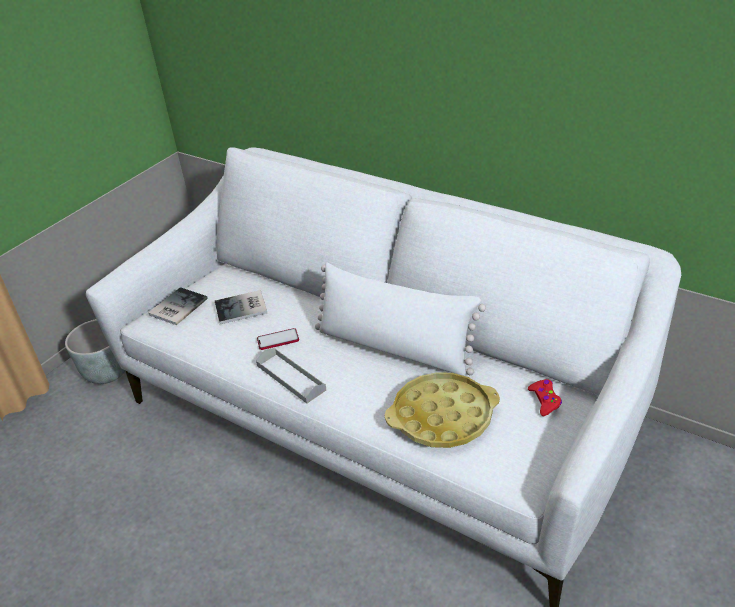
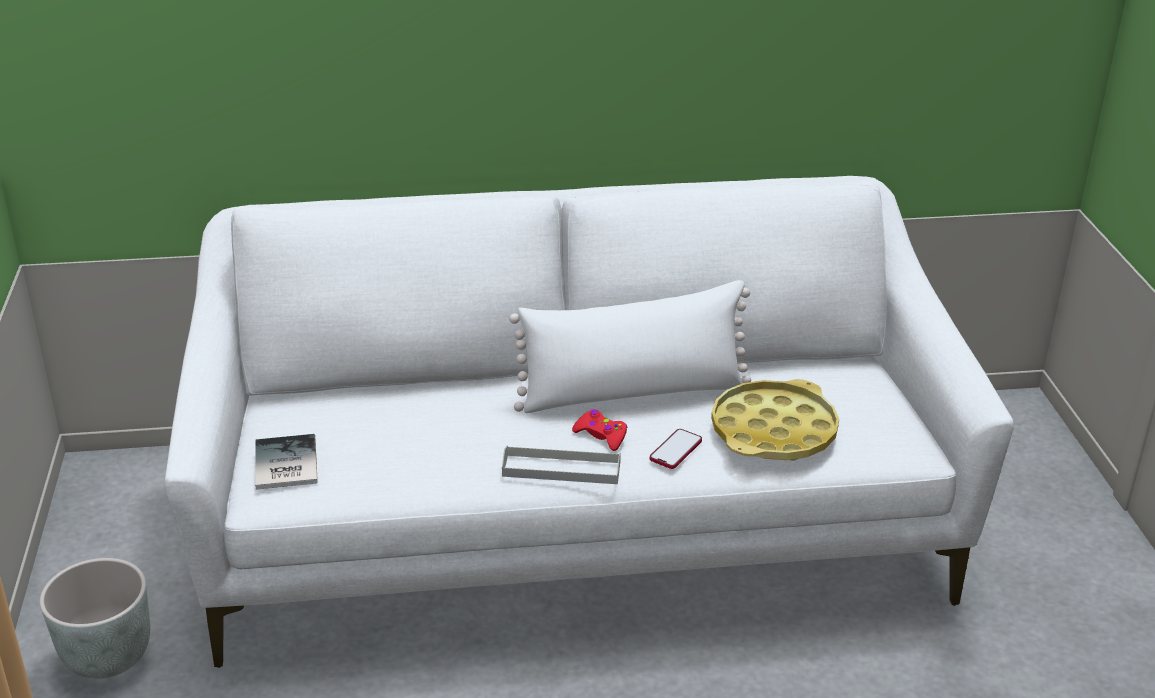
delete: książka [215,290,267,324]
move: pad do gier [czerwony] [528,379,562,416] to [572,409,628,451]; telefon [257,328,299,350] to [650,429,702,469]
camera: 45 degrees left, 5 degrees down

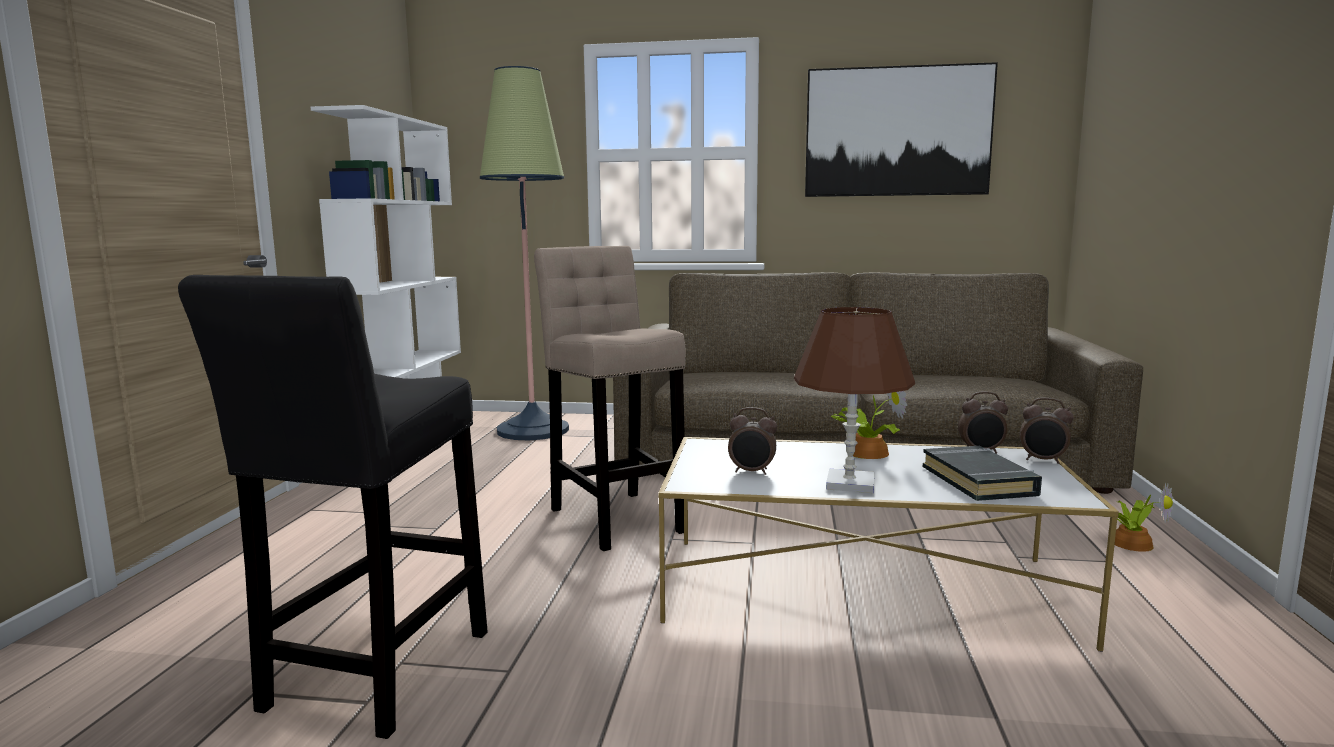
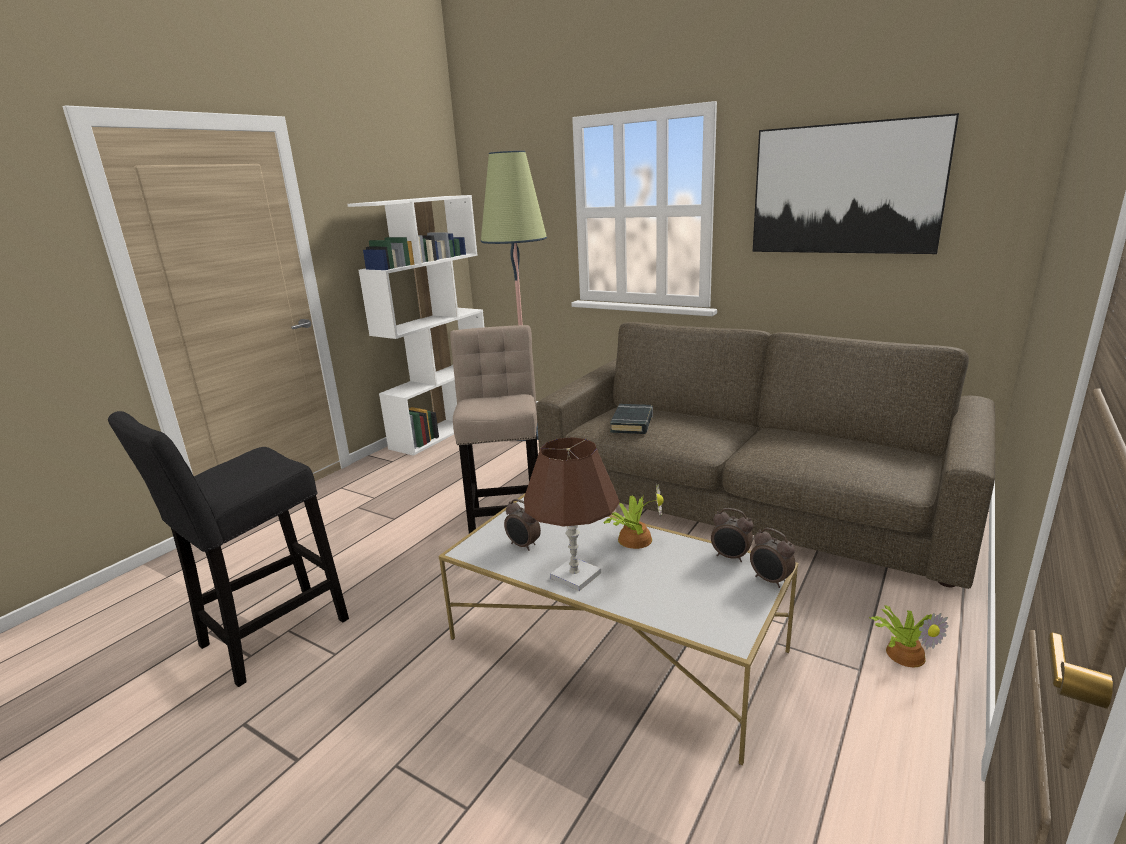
move: książka [czarny] [923,446,1042,501] to [610,404,653,434]
camera: 25 degrees right, 10 degrees up

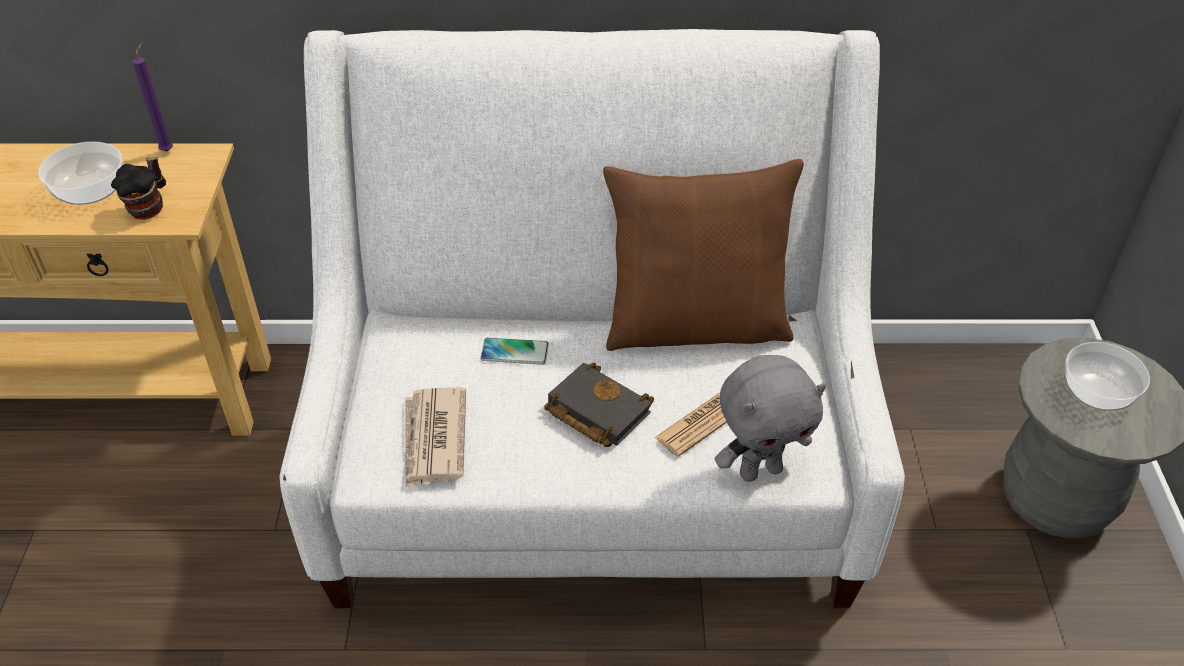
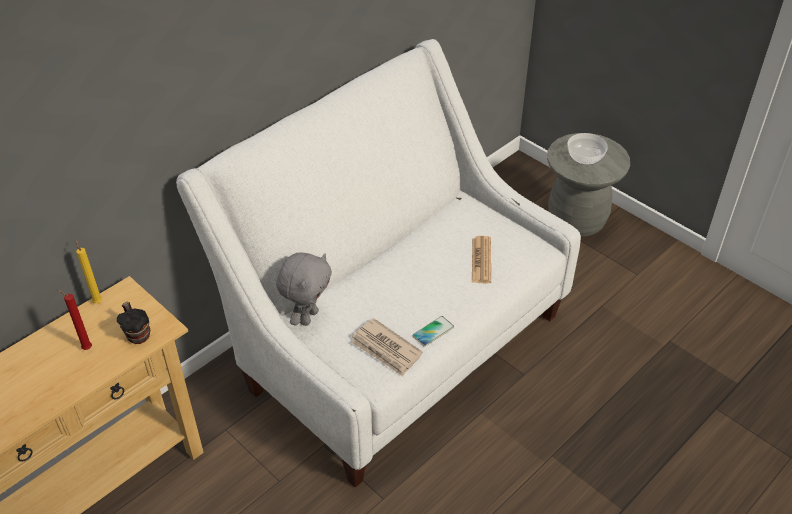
delete: książka [czarny] [544,363,654,447]; poduszka [brązowy] [603,159,804,351]
move: pluszak [szary] [715,355,826,482] to [276,252,332,326]; telefon [480,337,549,365] to [413,316,454,347]
replace: miska [38,141,123,205] to świeca [czerwony] [57,289,92,350]
recolor: świeca [fioletowy] [132,43,173,151] to świeca [żółty] [75,239,102,304]
camera: 45 degrees left, 0 degrees up

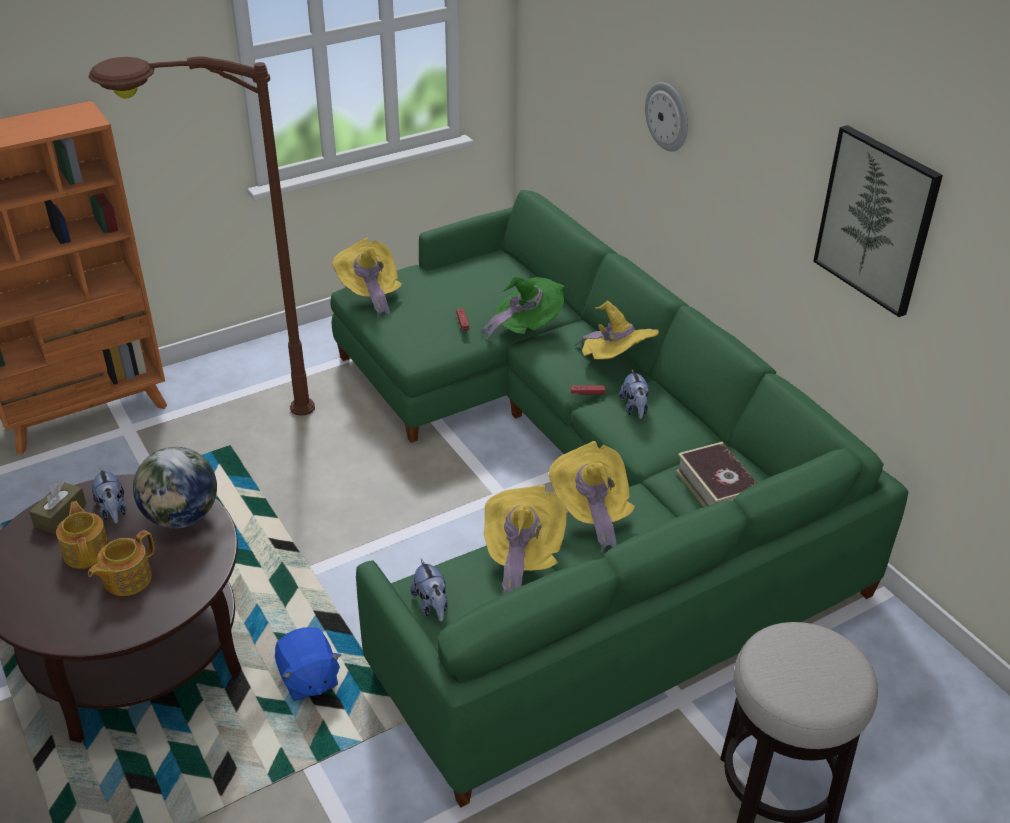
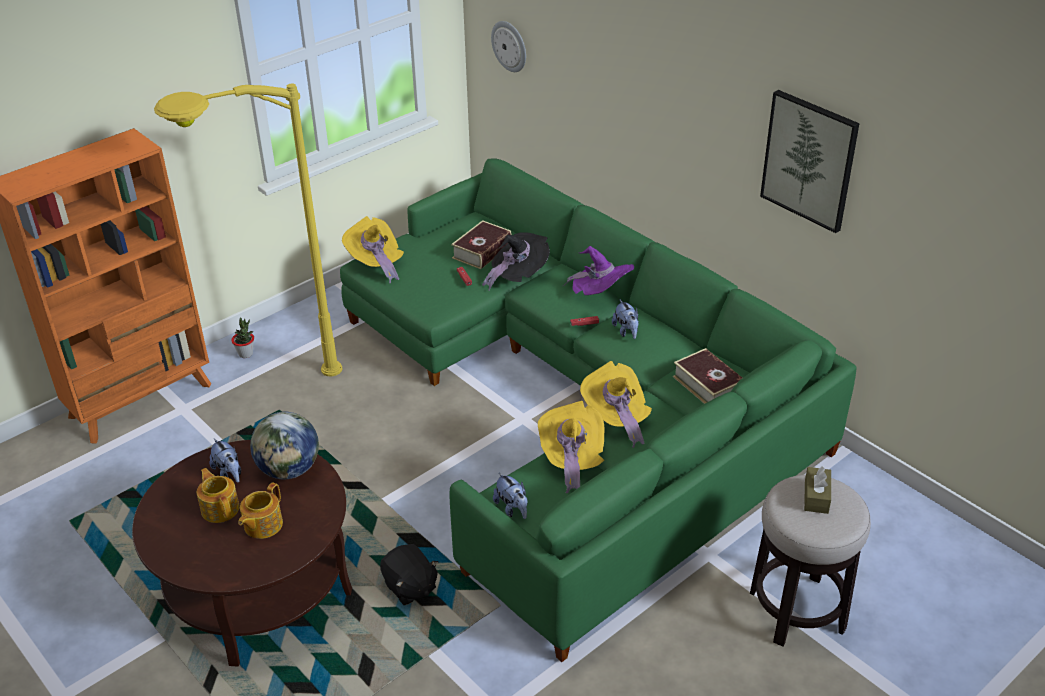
insert: roślina doniczkowa [231,317,254,358]; książka [451,220,512,269]
move: zegar ścienny [645,82,688,152] to [491,21,526,72]; pudełko chusteczek [brązowy] [29,481,86,534] to [804,466,831,514]
recolor: lampa stojąca [brązowy] [88,56,315,416] to lampa stojąca [żółty] [154,83,343,376]; pluszak [niebieski] [275,627,341,701] to pluszak [czarny] [380,544,438,605]; kapelusz [zielony] [482,276,564,340] to kapelusz [czarny] [482,233,550,290]; kapelusz [żółty] [574,301,659,360] to kapelusz [fioletowy] [563,246,634,295]
camera: 10 degrees left, 0 degrees up

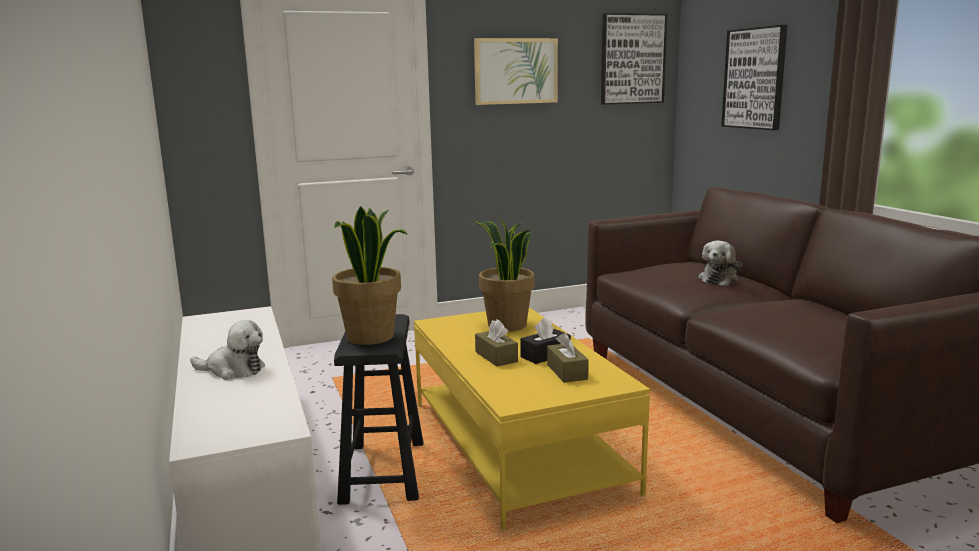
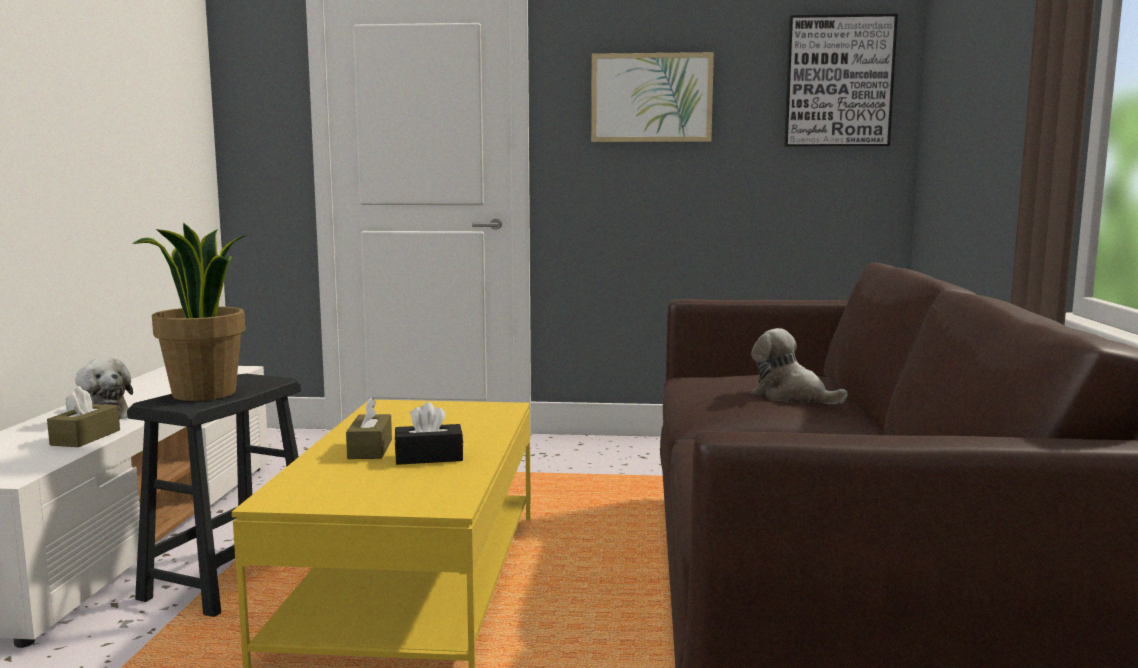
delete: roślina doniczkowa [470,217,535,332]; obraz [721,25,787,130]
move: pudełko chusteczek [brązowy] [547,333,589,383] to [47,386,120,447]
rotate: pluszak [699,240,742,286] = [751,328,848,404] 75 degrees clockwise
camera: 25 degrees right, 5 degrees down

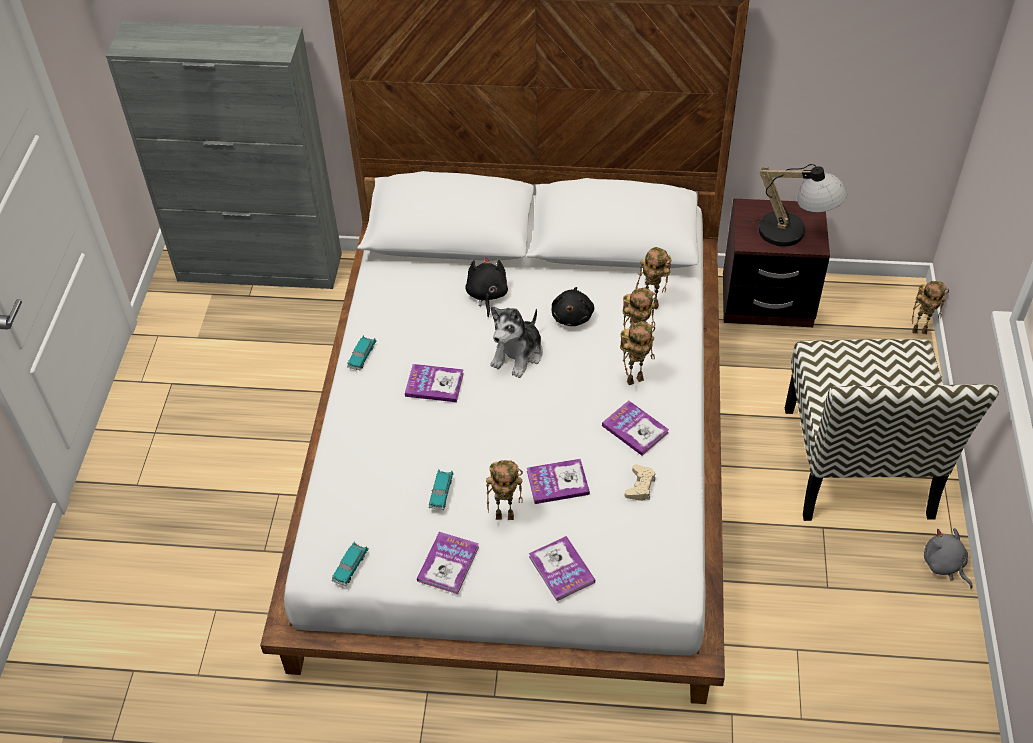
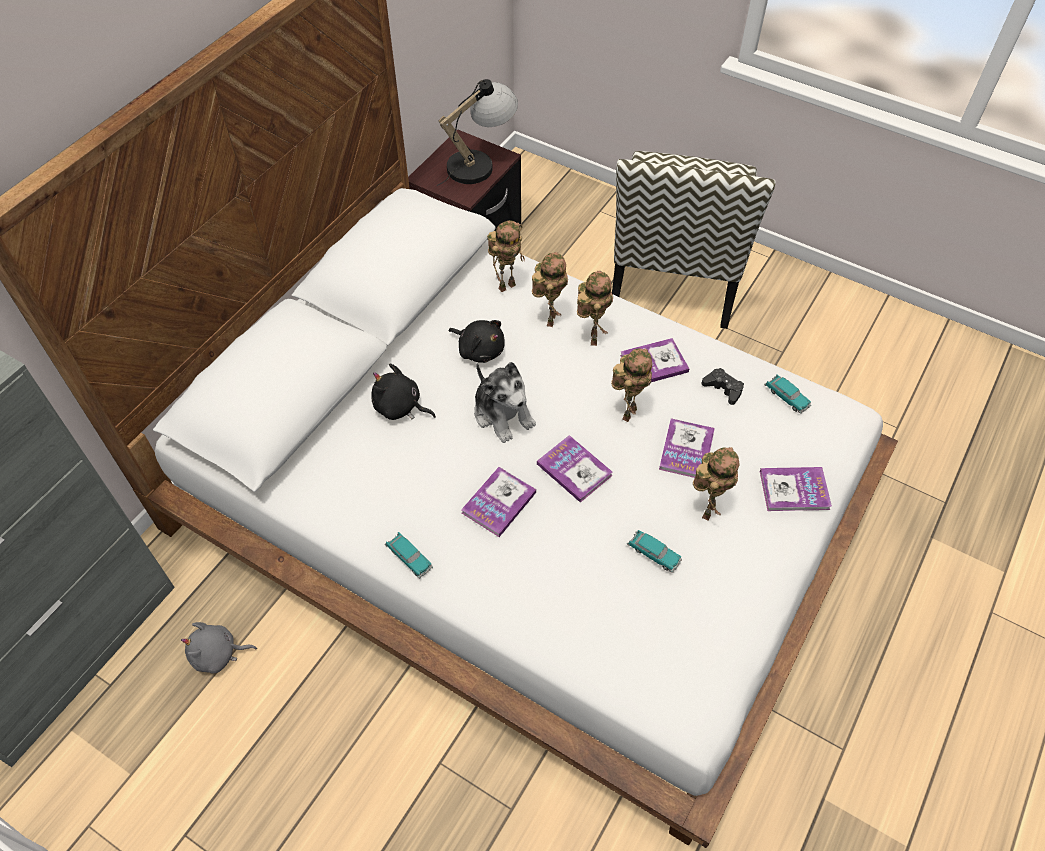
move: pluszak [szary] [924,528,972,589] to [181,622,257,673]; książka [417,532,479,594] to [537,435,613,503]; robot zabawkowy [912,281,949,334] to [611,348,652,422]; samochodzik [332,542,369,586] to [764,374,811,414]
recolor: pad do gier [beżowy] [625,464,655,501] to pad do gier [czarny] [701,368,744,405]
rotate: krzesło [785,339,999,521] = [612,151,776,329] 75 degrees clockwise
camera: 65 degrees left, 5 degrees up

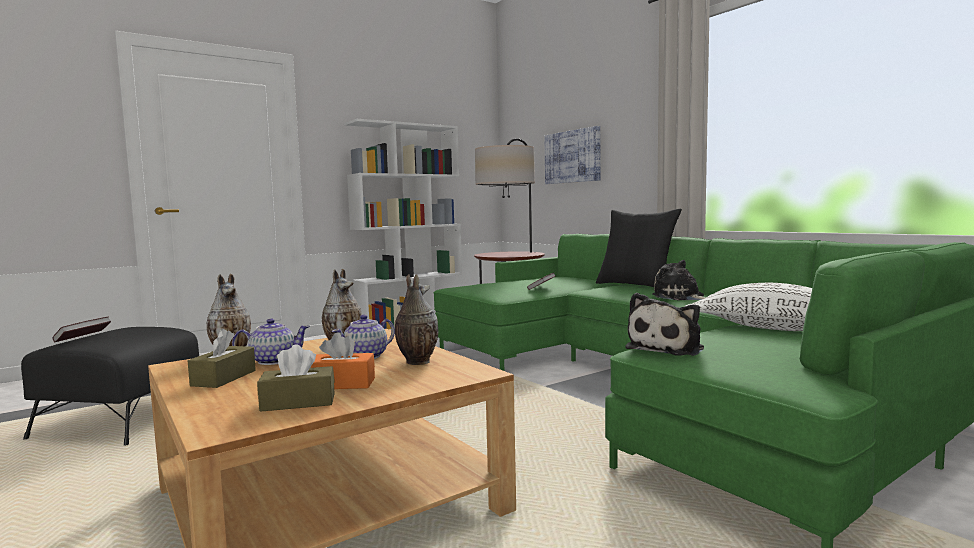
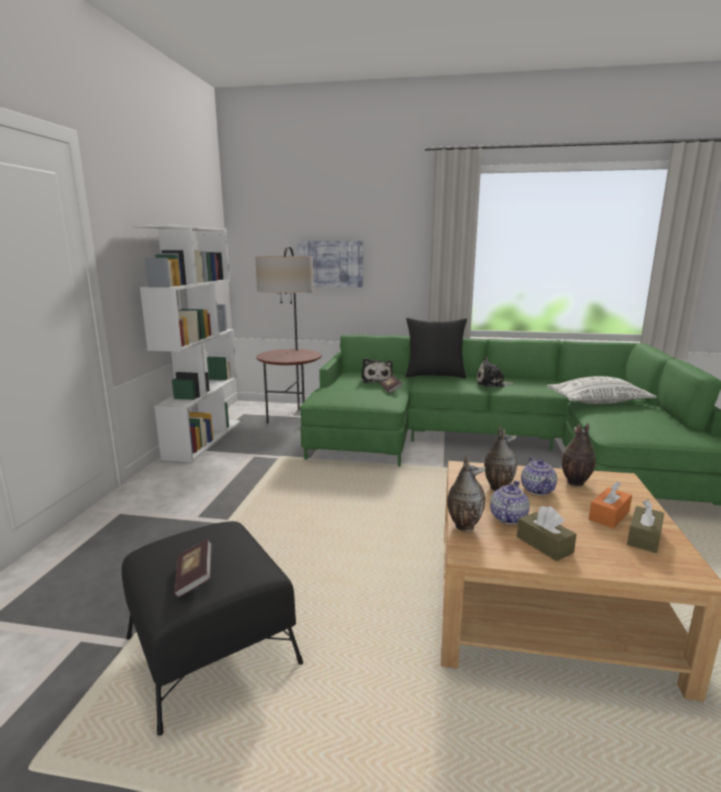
move: pluszak [625,293,704,356] to [361,358,393,383]
camera: 45 degrees left, 10 degrees up

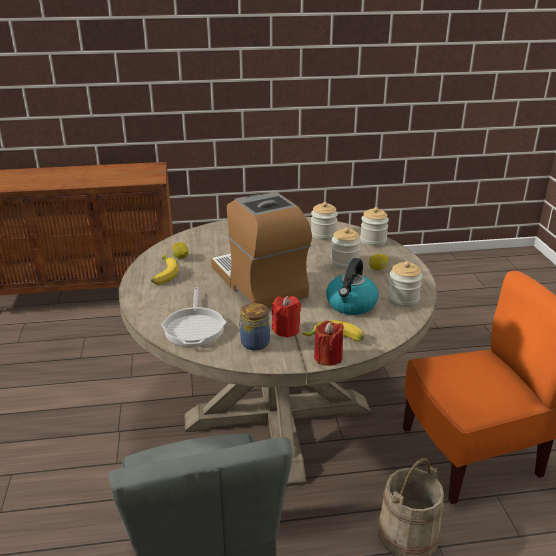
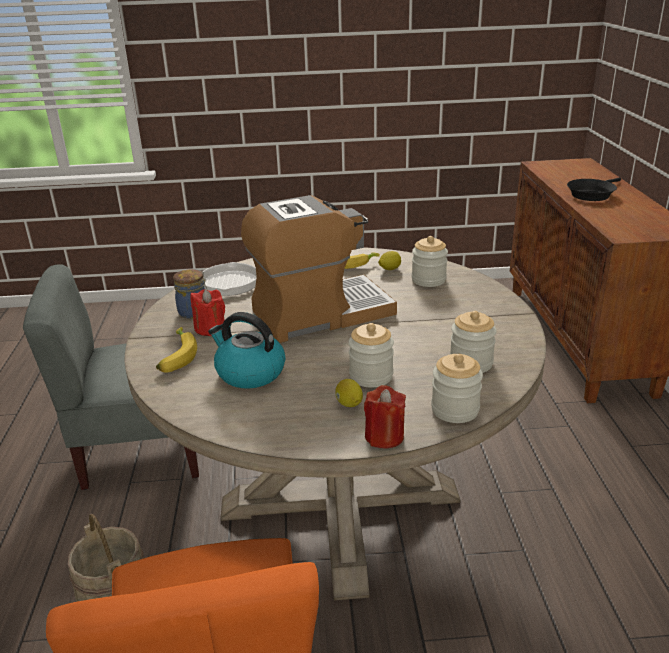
insert: patelnia [czarny] [567,178,621,201]
move: świeca [czerwony] [314,321,344,366] to [364,385,406,449]; słoik [388,261,423,307] to [412,236,448,287]
camera: 95 degrees right, 0 degrees up

